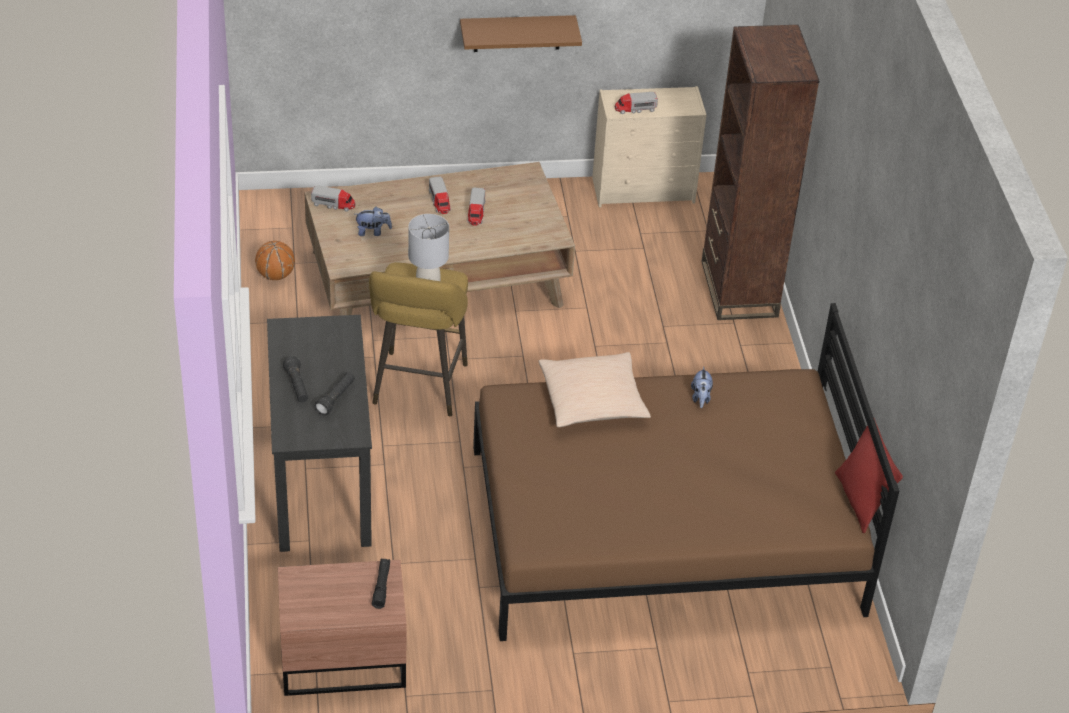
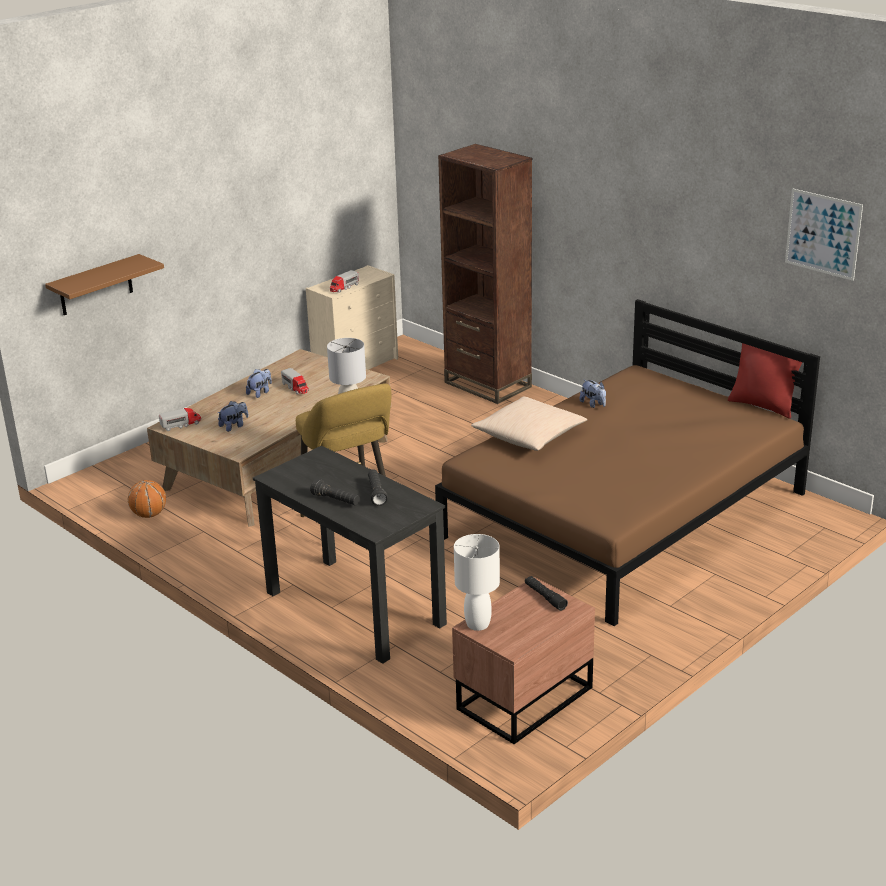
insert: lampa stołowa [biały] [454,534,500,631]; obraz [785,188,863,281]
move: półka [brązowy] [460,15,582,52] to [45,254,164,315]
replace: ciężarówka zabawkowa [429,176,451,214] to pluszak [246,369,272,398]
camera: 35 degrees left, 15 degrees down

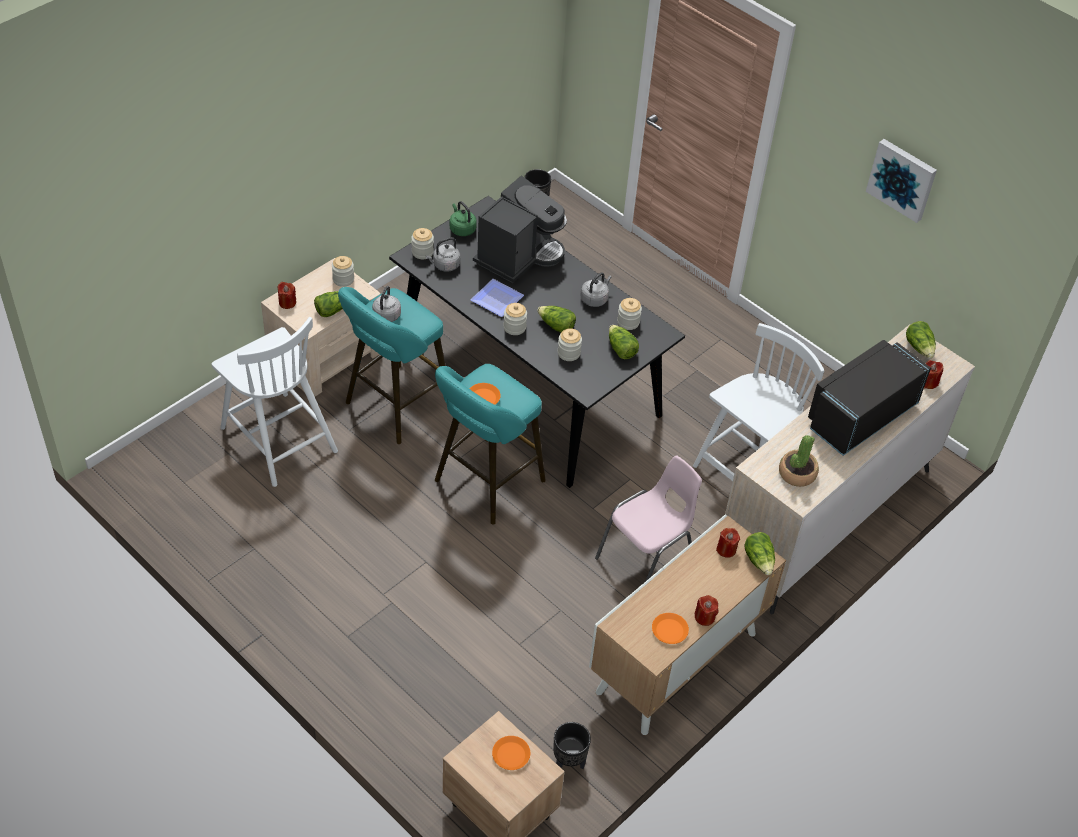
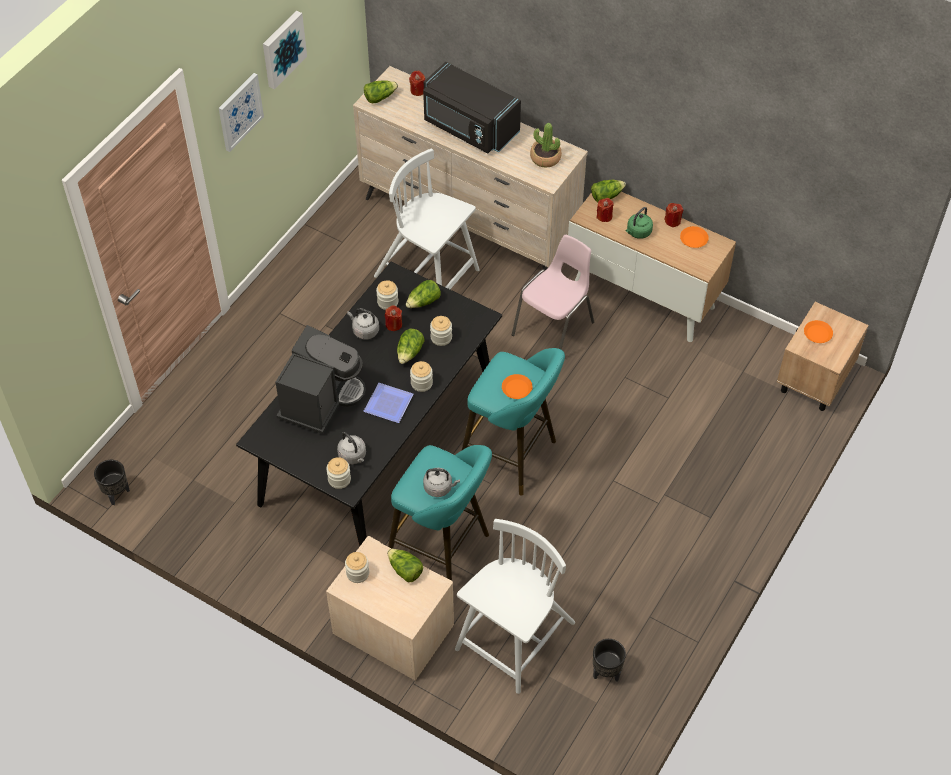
insert: obraz [219,73,264,152]
move: świeca [czerwony] [278,282,296,309] to [385,305,402,331]; donica [czarny] [553,722,591,769] to [593,639,626,681]; czajnik [zielony] [450,201,477,236] to [626,207,653,239]
rotate: ekspres do kawy [473,176,567,283] = [275,325,366,434] 90 degrees clockwise; krzesło [różowy] [595,456,702,582] = [512,235,594,350] 90 degrees clockwise
camera: 100 degrees left, 5 degrees up

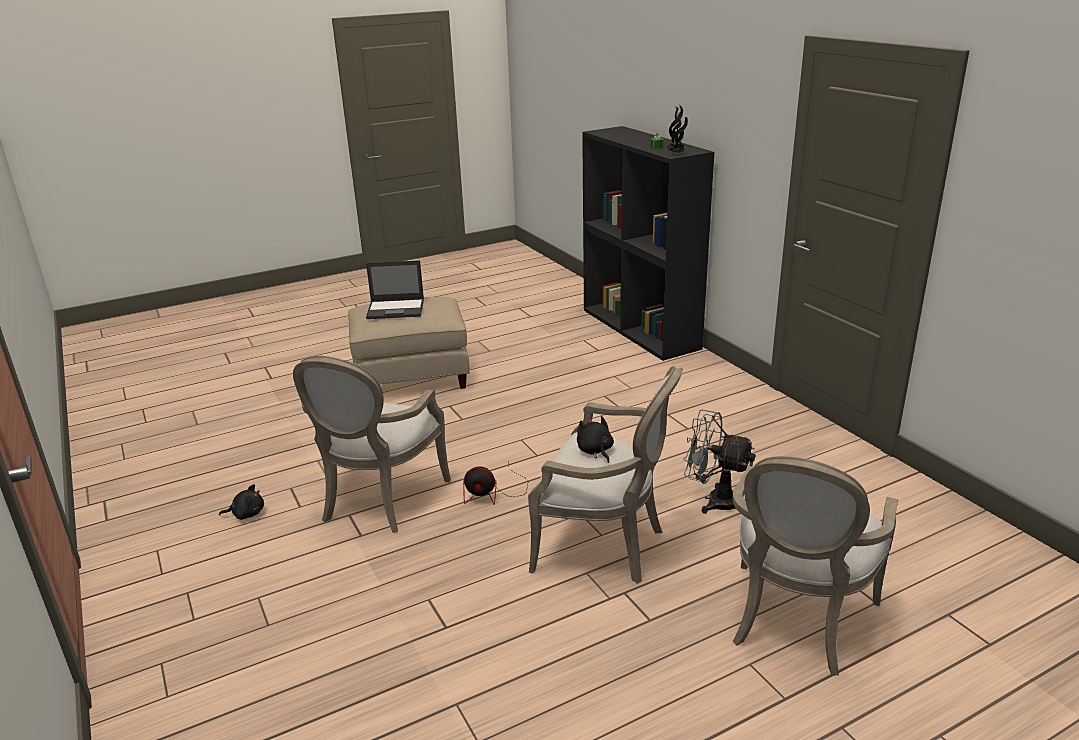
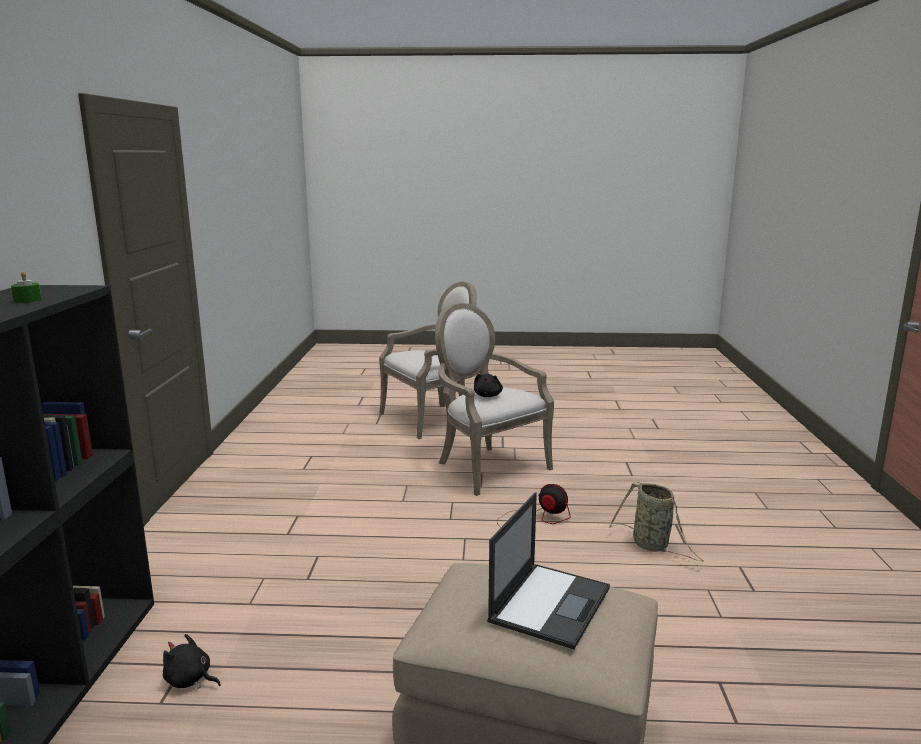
delete: roślina doniczkowa [667,105,688,154]; wentylator [szary] [683,409,756,514]
move: pluszak [czarny] [219,484,264,520] to [163,634,221,689]
replace: fotel [293,356,451,533] to koszyk [609,482,703,561]
rotate: laptop [366,260,424,319] = [487,492,610,649] 90 degrees clockwise
camera: 150 degrees left, 10 degrees down

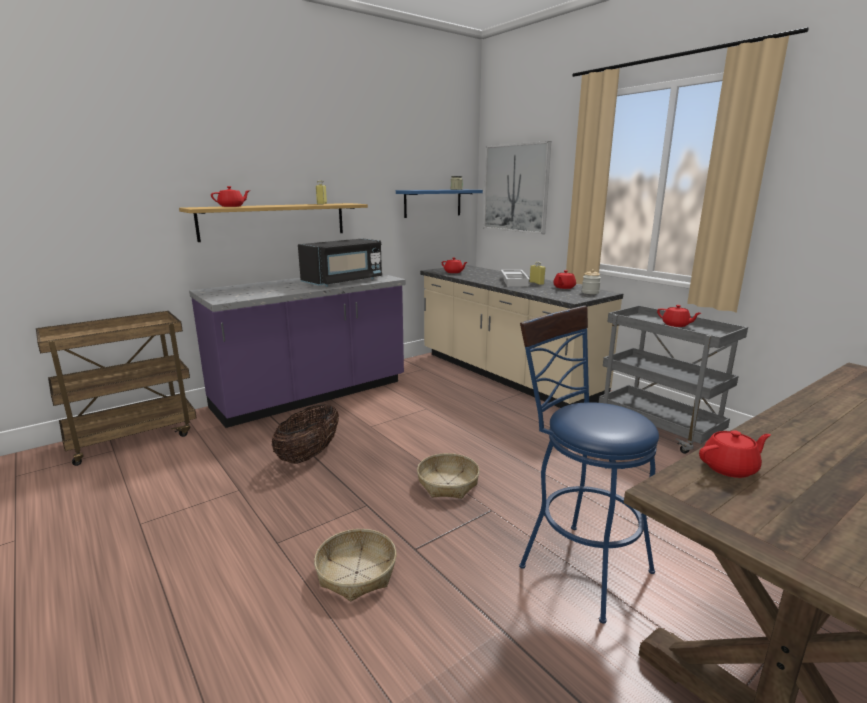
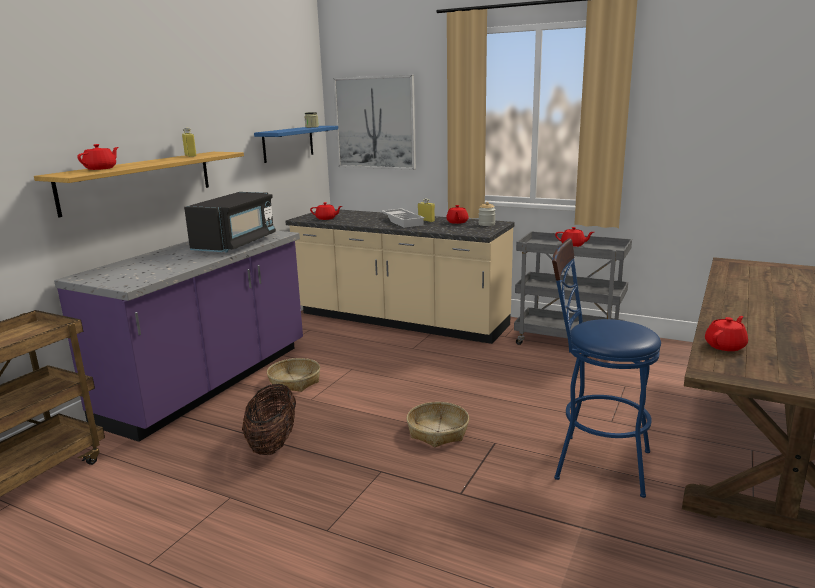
move: koszyk [314,529,396,601] to [267,358,320,392]
camera: 25 degrees left, 0 degrees up

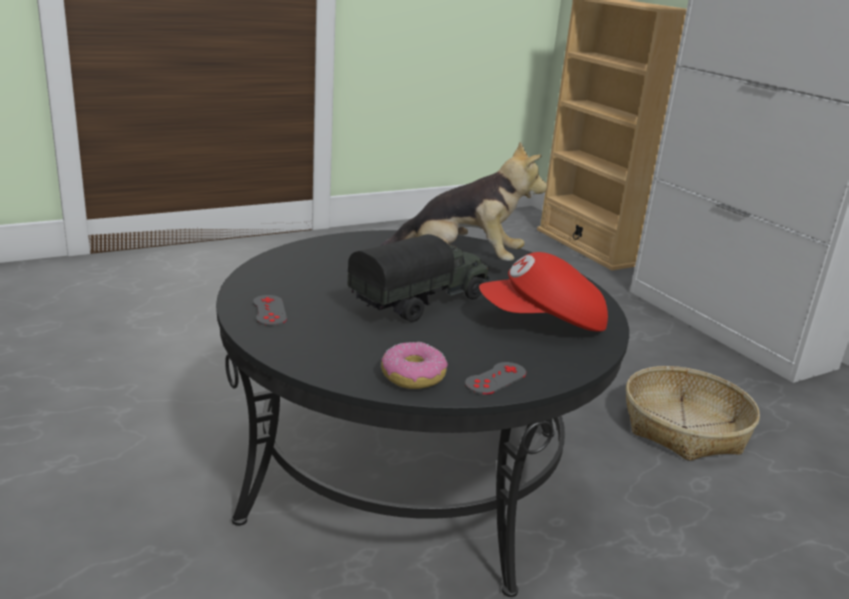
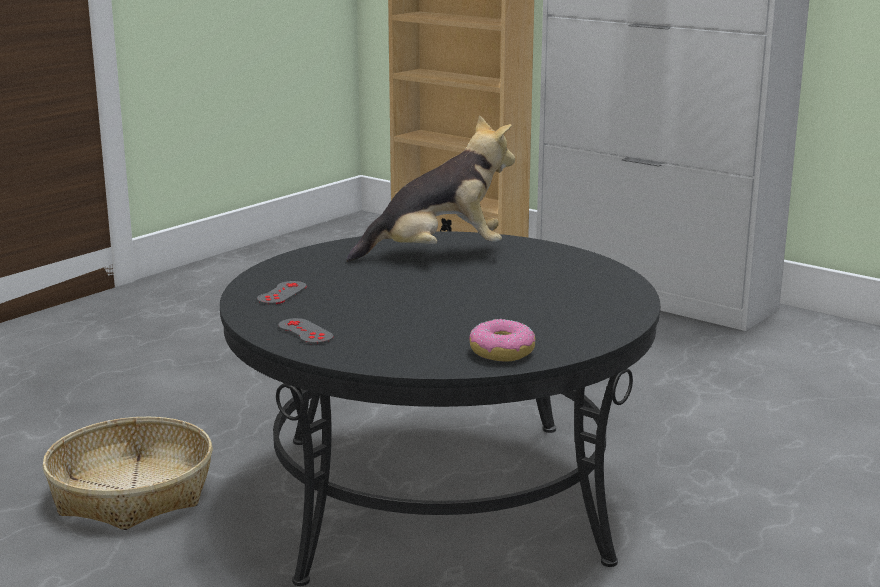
delete: ciężarówka zabawkowa [347,234,490,322]; czapka z daszkiem [czerwony] [479,252,608,332]
move: koszyk [626,366,760,461] to [42,417,213,530]; pad do gier [szary] [465,362,526,395] to [257,281,307,305]
camera: 20 degrees left, 5 degrees down

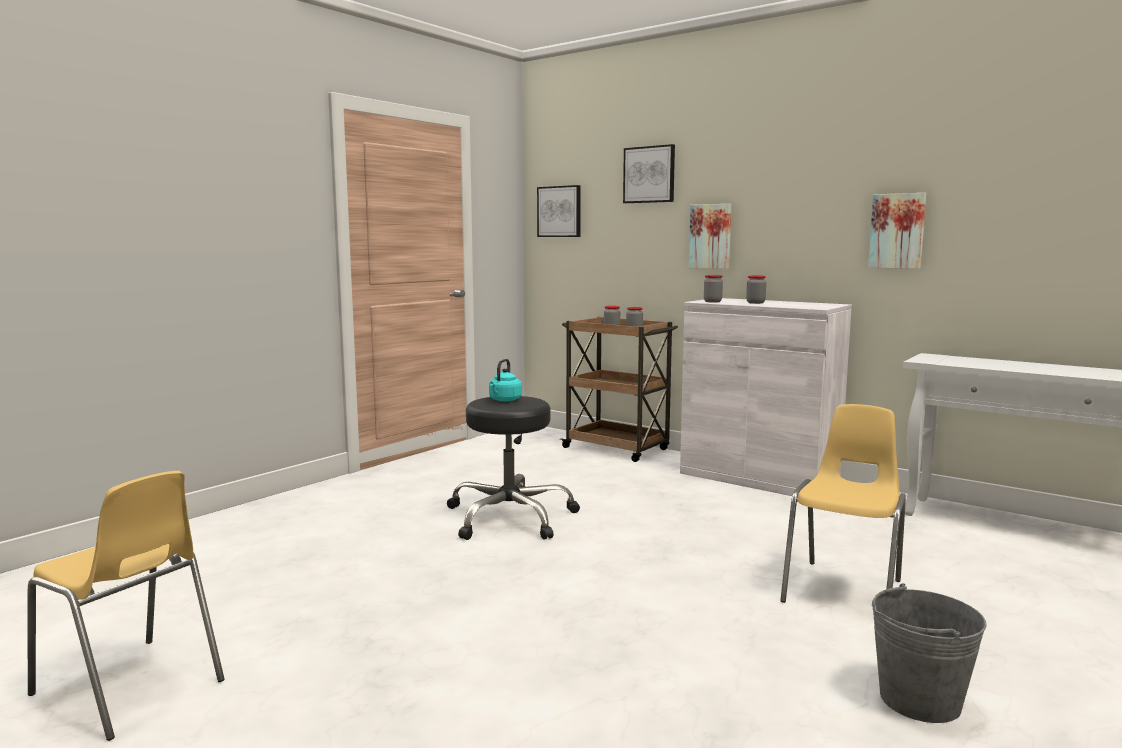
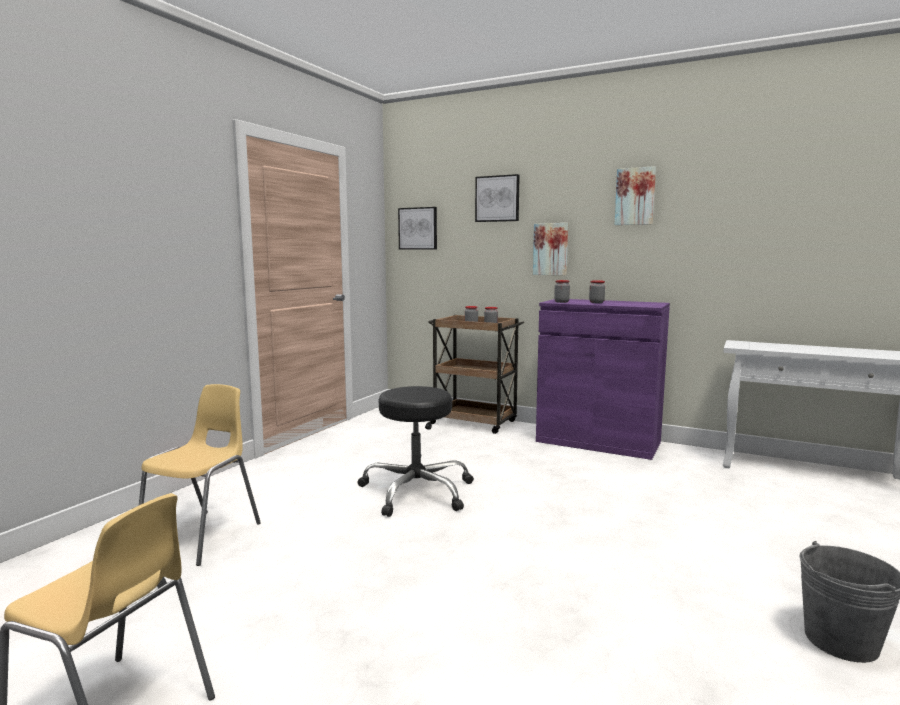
delete: czajnik [turkusowy] [489,359,522,402]
move: krzesło [żółty] [780,404,906,603] to [139,384,261,566]; obraz [868,193,926,269] to [615,166,656,225]
recolor: szafka [biały] [680,298,852,496] to szafka [fioletowy] [536,299,670,460]
camera: 10 degrees left, 0 degrees up

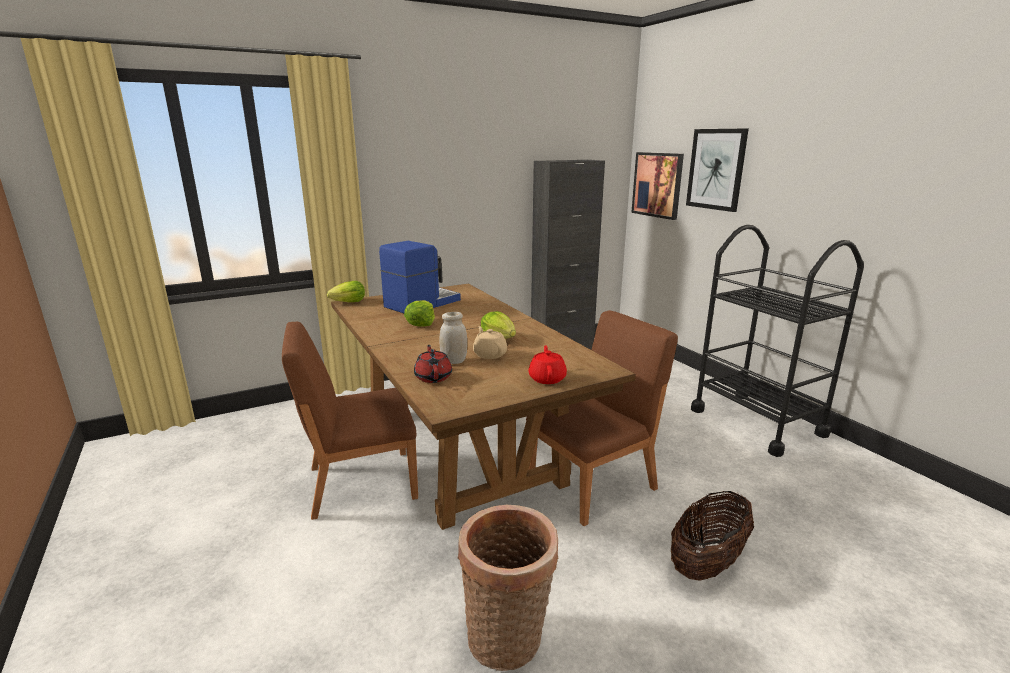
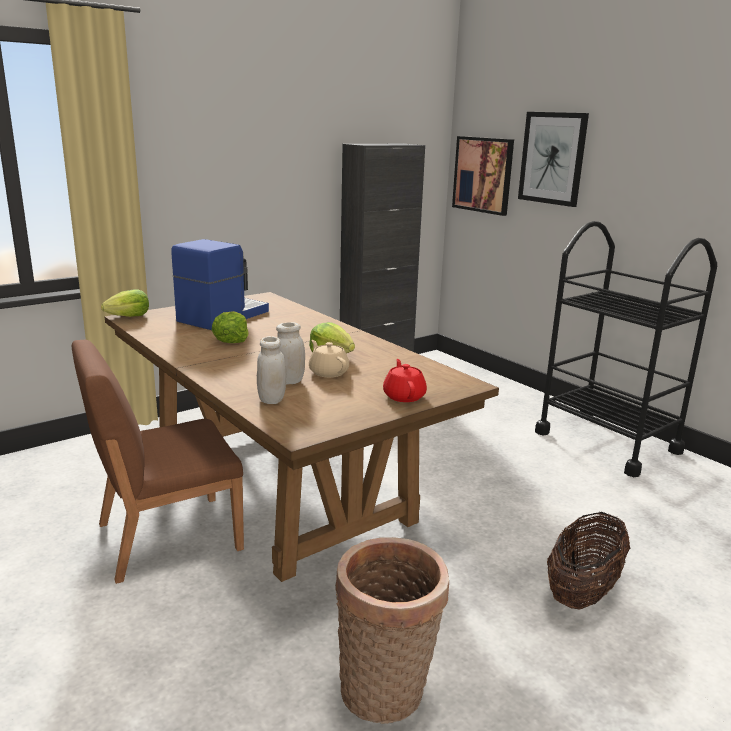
delete: krzesło [brązowy] [526,310,678,526]
replace: imbryk [czerwony] [414,345,452,383] to słoik [biały] [257,336,286,404]
camera: 10 degrees left, 0 degrees up

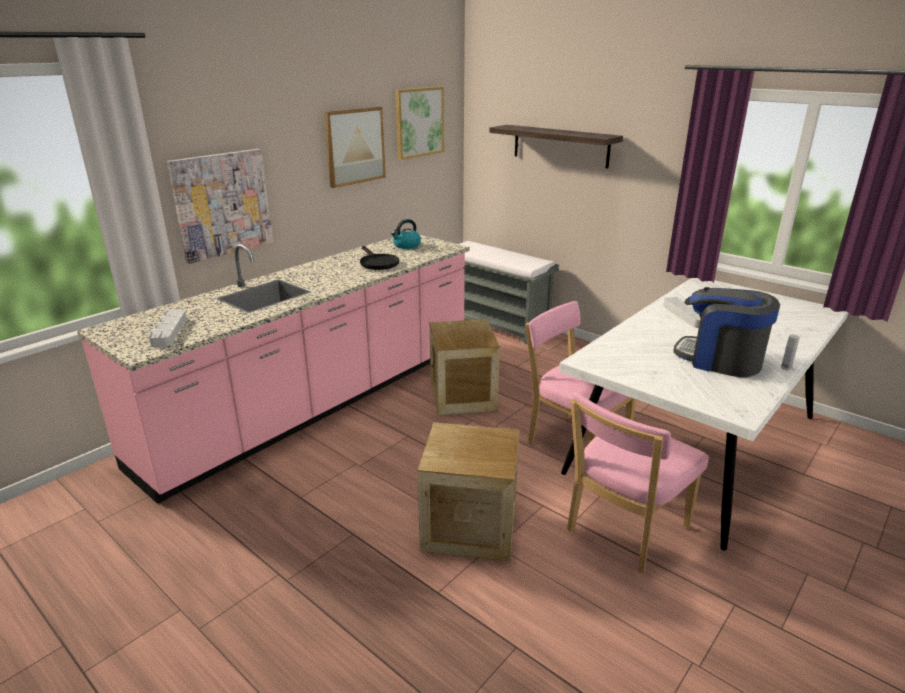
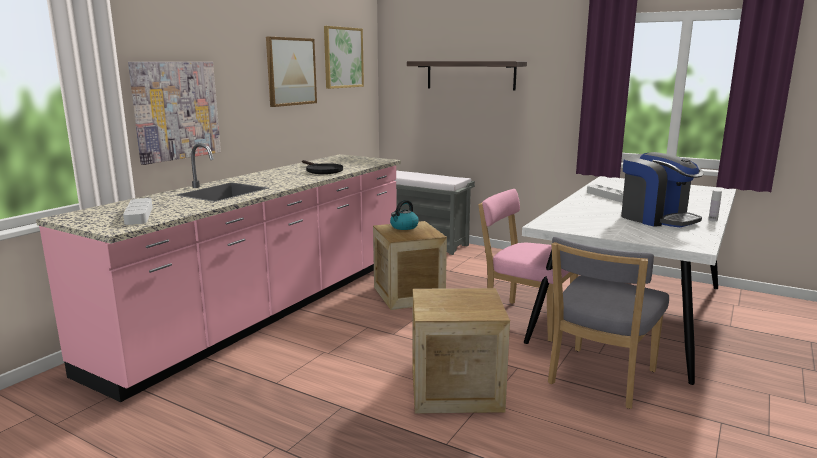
move: czajnik [391,219,421,249] to [390,200,419,230]
recolor: krzesło [różowy] [567,392,709,574] to krzesło [szary] [548,237,669,409]
rotate: ekspres do kawy [673,287,780,377] = [621,152,704,227] 150 degrees counterclockwise
camera: 10 degrees left, 10 degrees down

